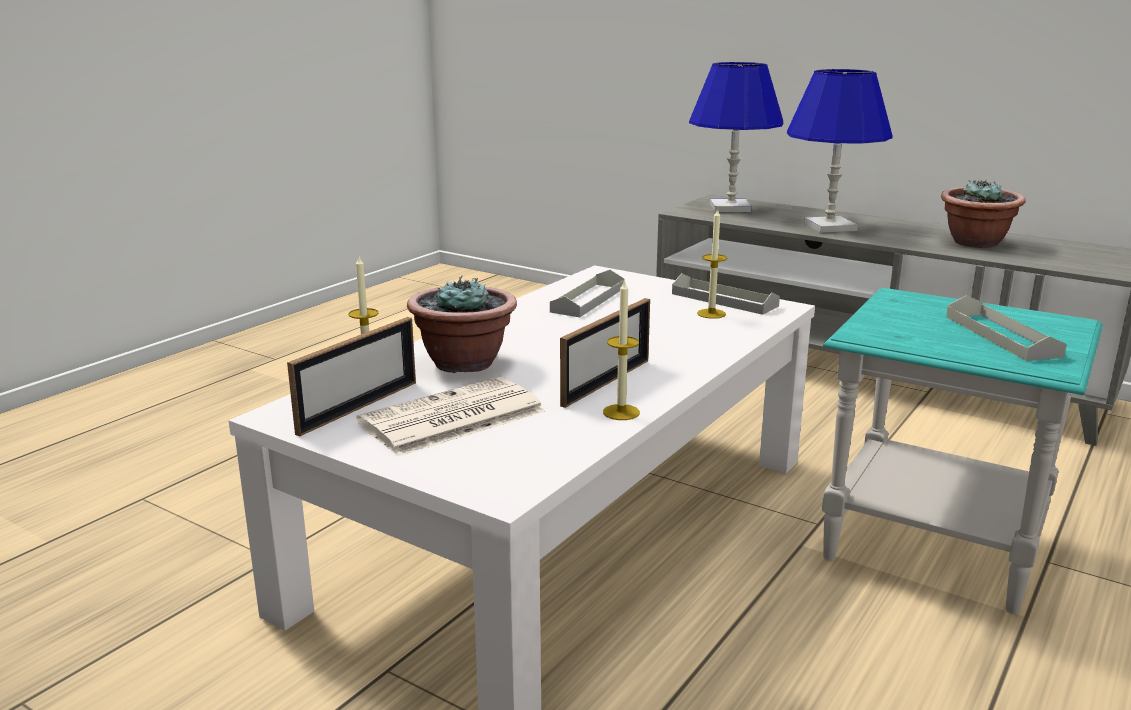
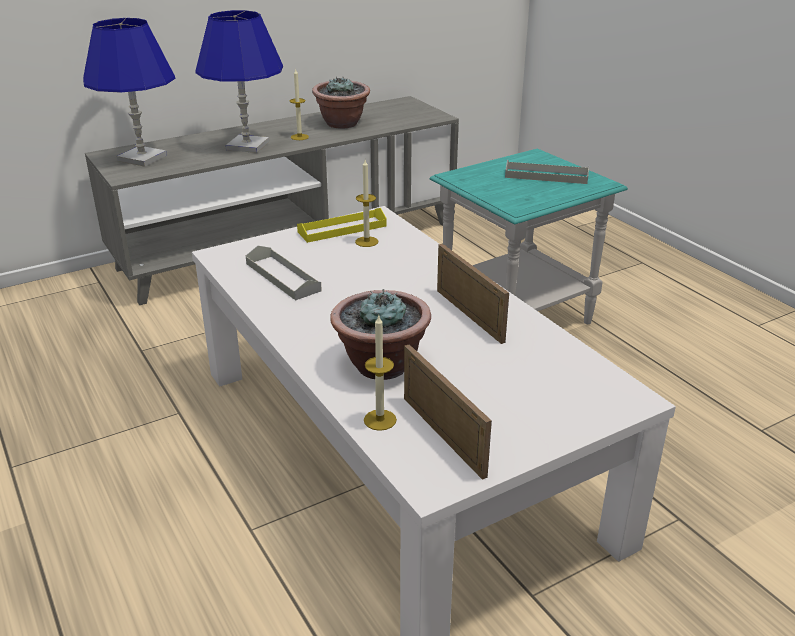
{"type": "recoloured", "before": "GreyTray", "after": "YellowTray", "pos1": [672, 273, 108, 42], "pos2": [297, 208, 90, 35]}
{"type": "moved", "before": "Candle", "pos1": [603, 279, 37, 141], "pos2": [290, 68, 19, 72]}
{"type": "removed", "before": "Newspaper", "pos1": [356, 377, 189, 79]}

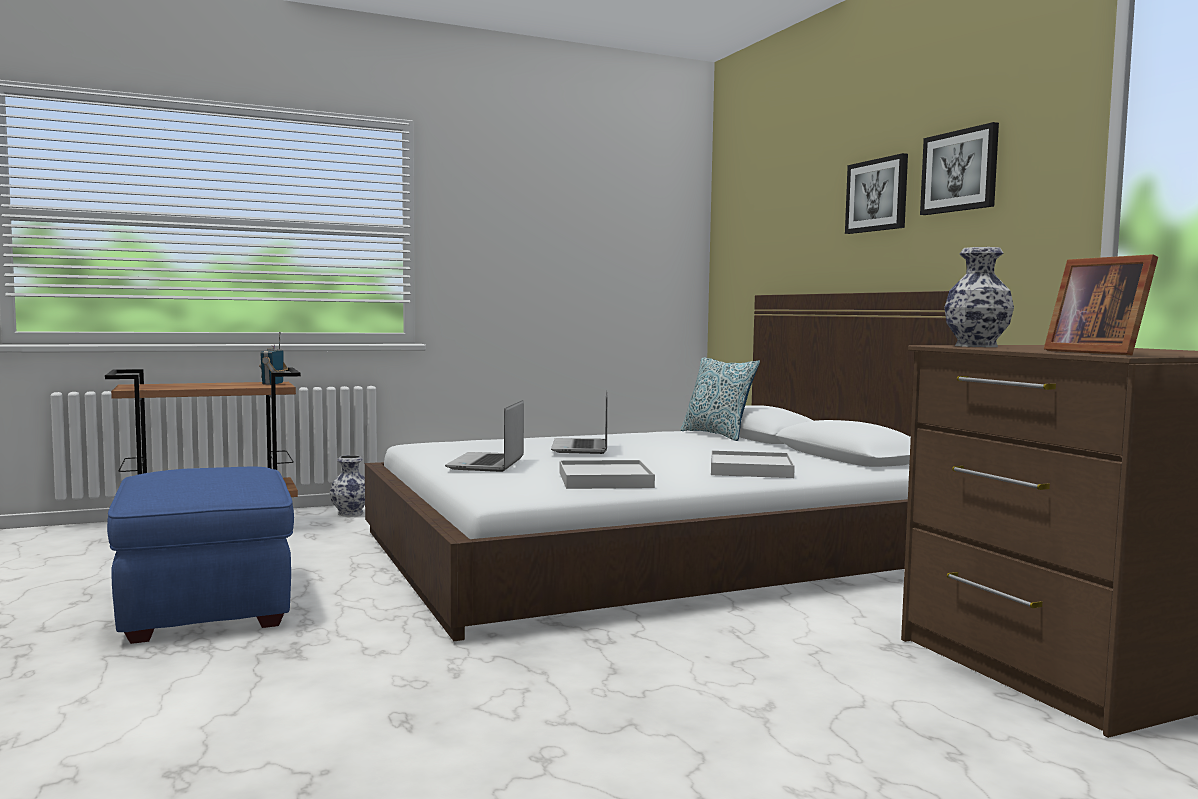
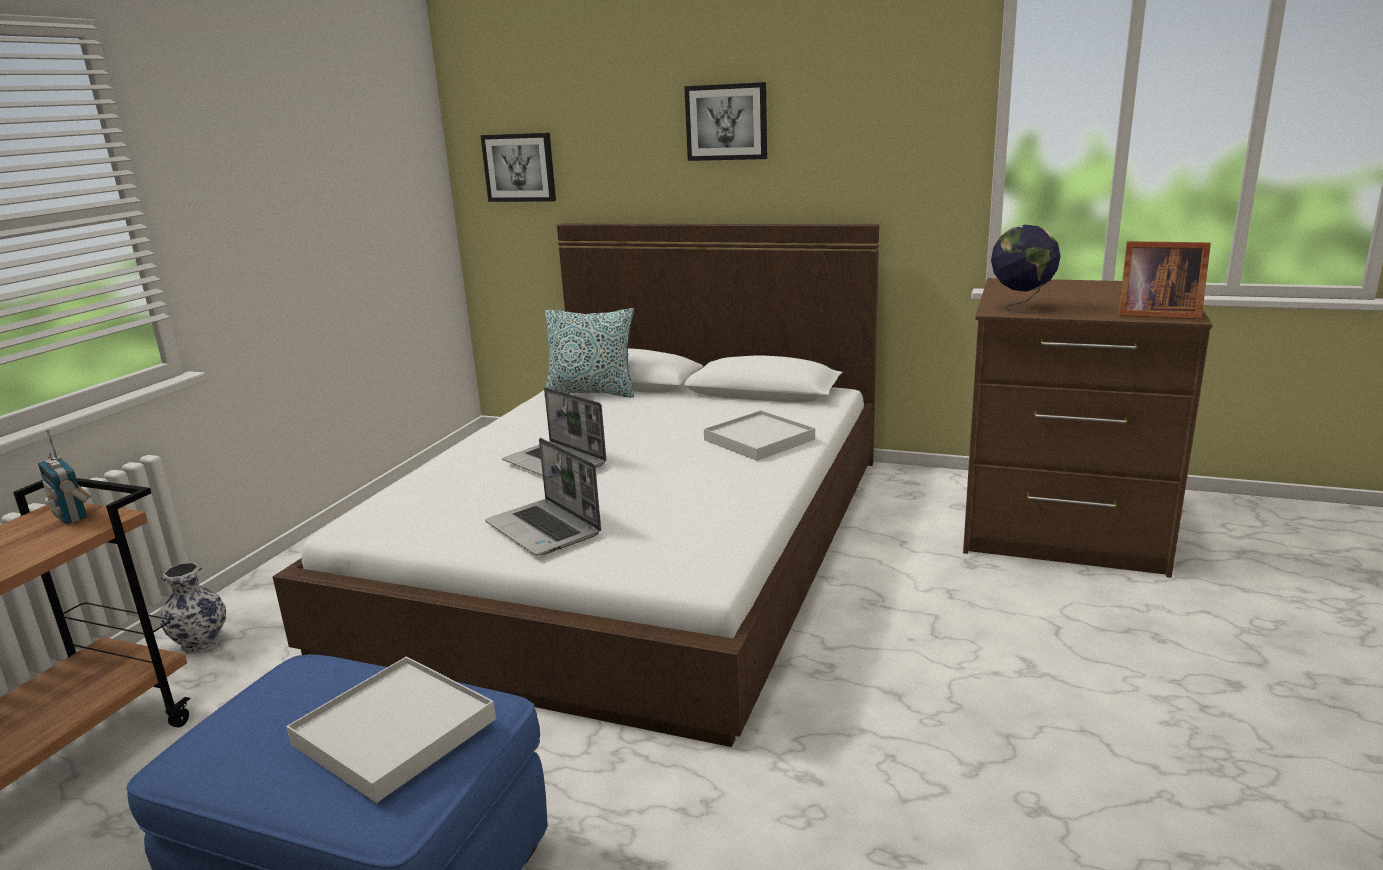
{"type": "moved", "before": "Picture", "pos1": [920, 122, 79, 93], "pos2": [480, 133, 76, 69]}
{"type": "replaced", "before": "Vase", "after": "Globe", "pos1": [944, 247, 70, 100], "pos2": [991, 225, 70, 89]}
{"type": "moved", "before": "WhiteTray", "pos1": [560, 460, 95, 29], "pos2": [286, 656, 210, 147]}

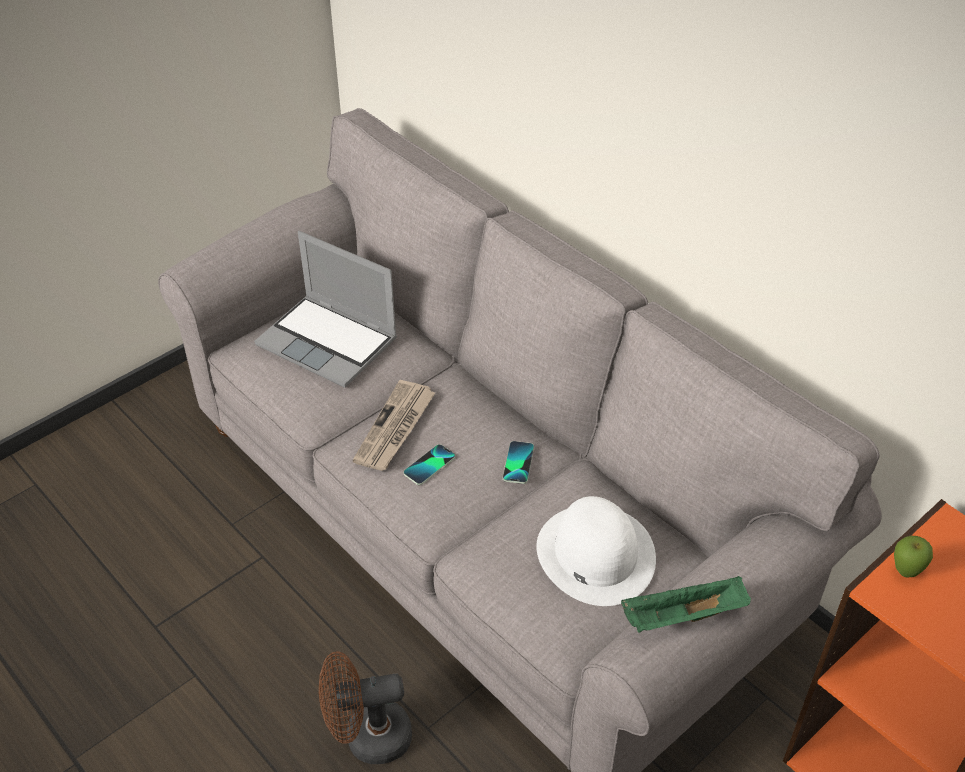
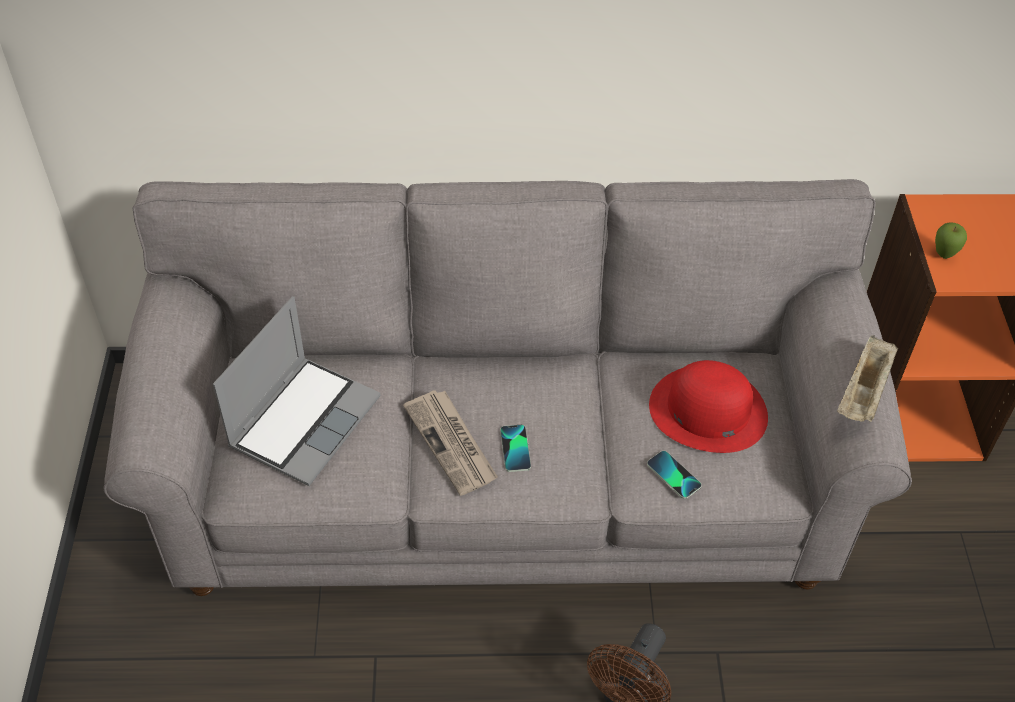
{"type": "turned", "before": "Laptop", "pos1": [254, 231, 143, 157], "pos2": [213, 296, 167, 190], "turn": -45}
{"type": "moved", "before": "Phone", "pos1": [503, 441, 31, 43], "pos2": [647, 451, 55, 48]}
{"type": "recoloured", "before": "WhiteHat", "after": "RedHat", "pos1": [536, 496, 120, 110], "pos2": [649, 360, 119, 93]}
{"type": "recoloured", "before": "GreenTray", "after": "BeigeTray", "pos1": [621, 576, 130, 57], "pos2": [837, 335, 61, 87]}

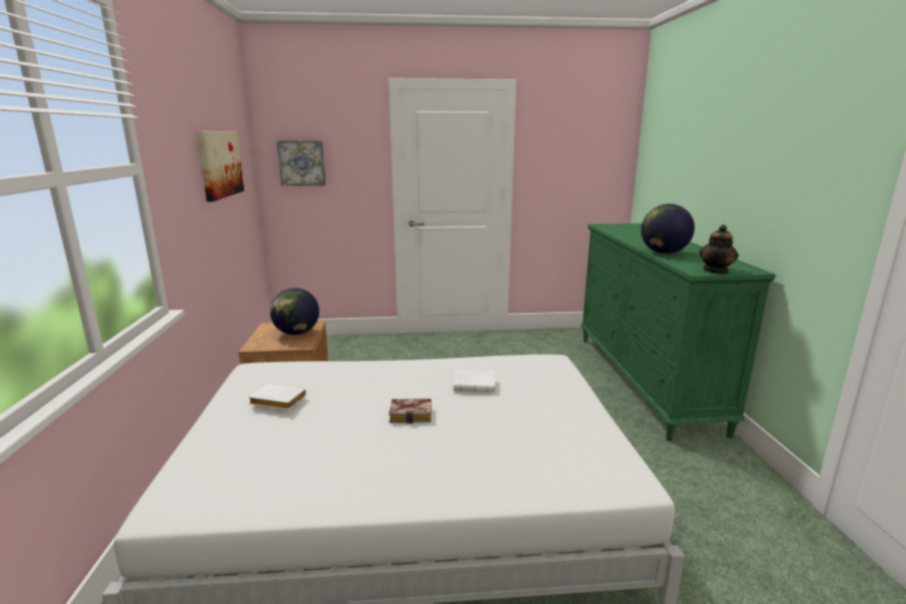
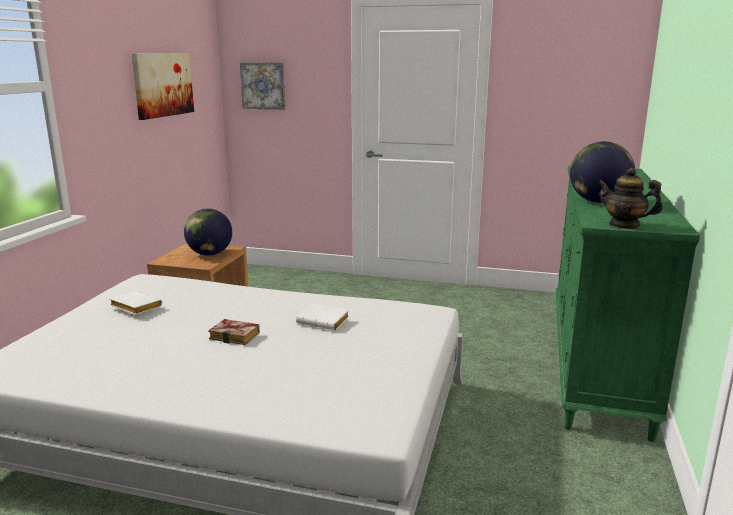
{"type": "turned", "before": "Teapot", "pos1": [699, 225, 40, 49], "pos2": [597, 168, 66, 61], "turn": 75}

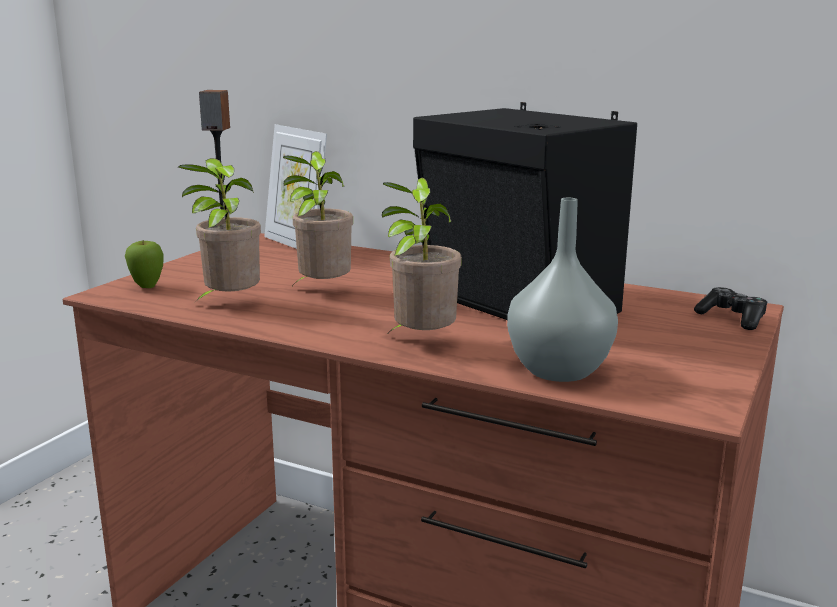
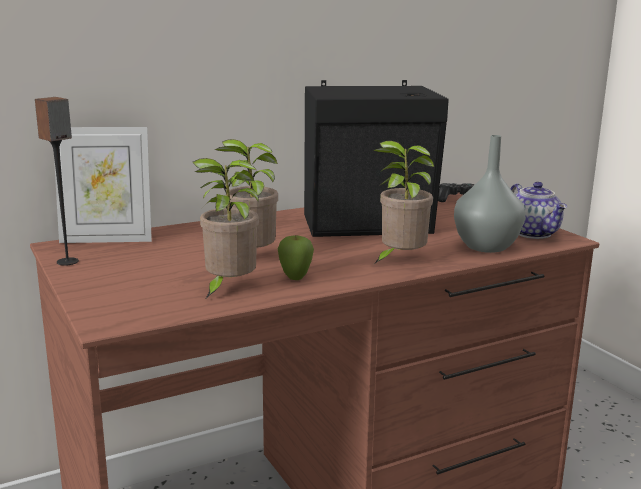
{"type": "moved", "before": "Apple", "pos1": [125, 240, 39, 48], "pos2": [278, 235, 36, 45]}
{"type": "added", "after": "Teapot", "pos2": [510, 182, 57, 57]}

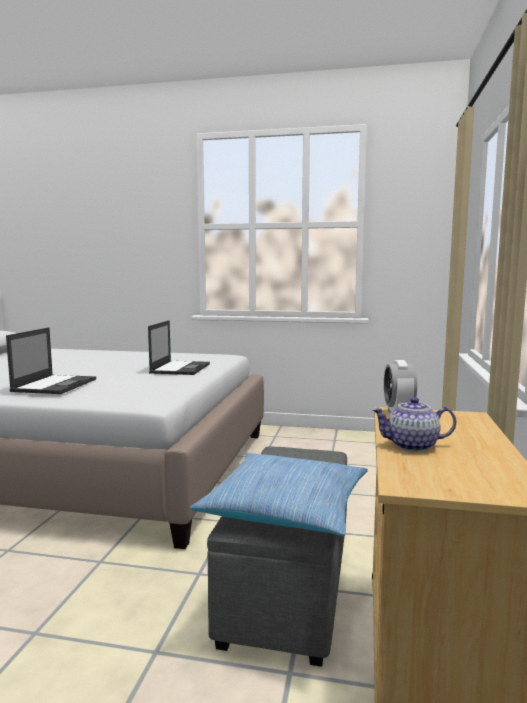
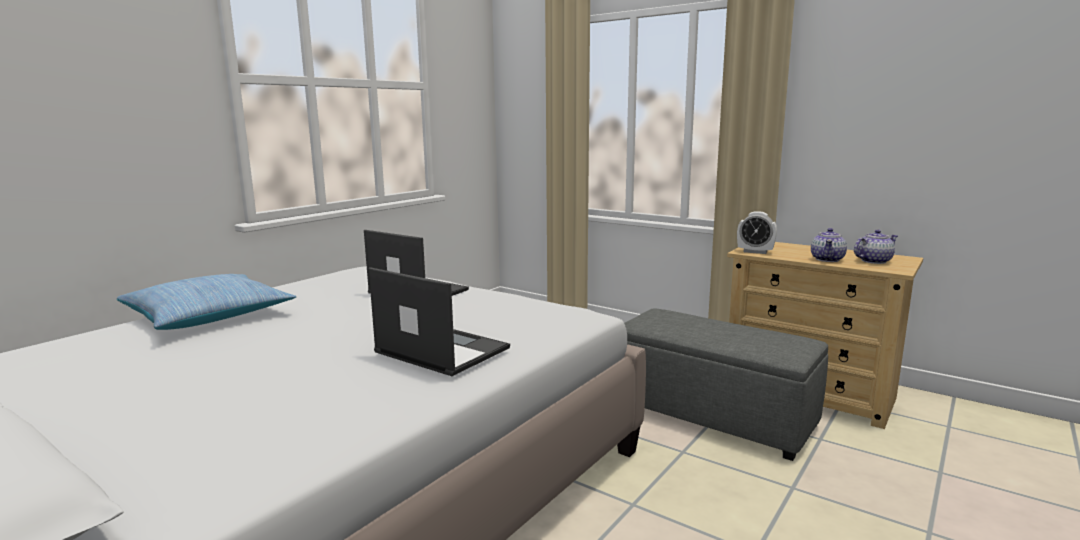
{"type": "moved", "before": "Pillow", "pos1": [190, 453, 178, 83], "pos2": [117, 274, 179, 56]}
{"type": "added", "after": "Teapot", "pos2": [854, 229, 44, 35]}

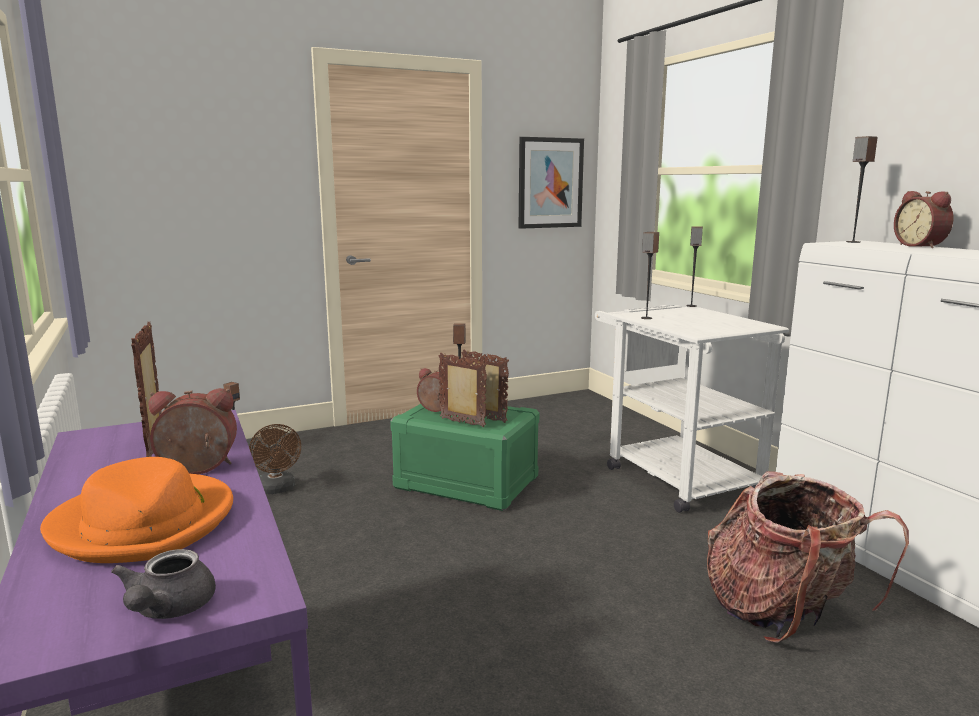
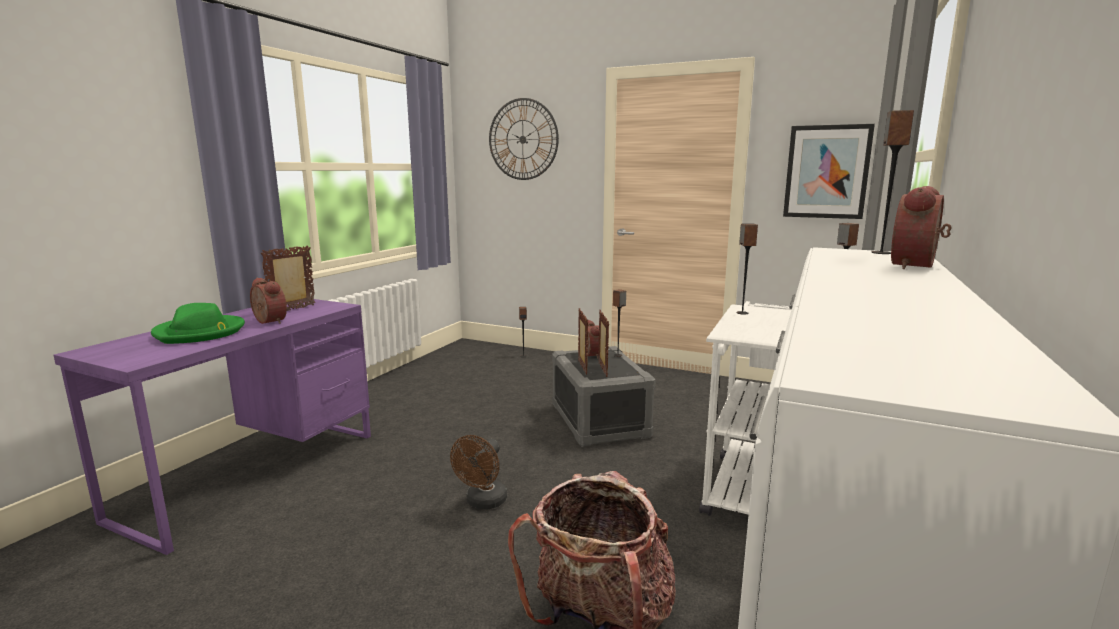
{"type": "recoloured", "before": "GreenStorageBox", "after": "GreyStorageBox", "pos1": [390, 404, 149, 107], "pos2": [552, 346, 104, 101]}
{"type": "moved", "before": "BrownFan", "pos1": [249, 424, 52, 70], "pos2": [450, 435, 57, 74]}
{"type": "recoloured", "before": "OrangeHat", "after": "GreenHat", "pos1": [40, 457, 193, 106], "pos2": [151, 303, 94, 41]}
{"type": "removed", "before": "GreyTeapot", "pos1": [111, 549, 105, 70]}
{"type": "added", "after": "WallClock", "pos2": [489, 98, 70, 82]}

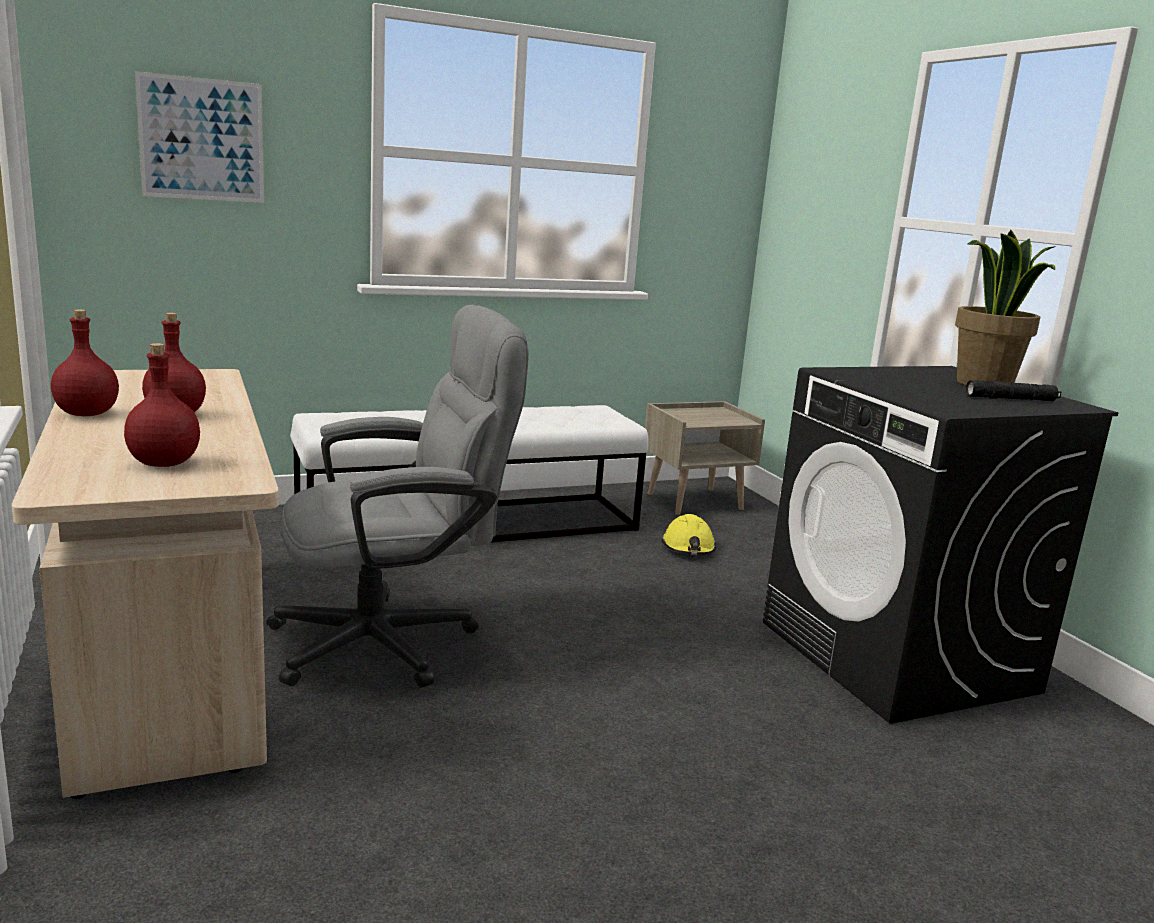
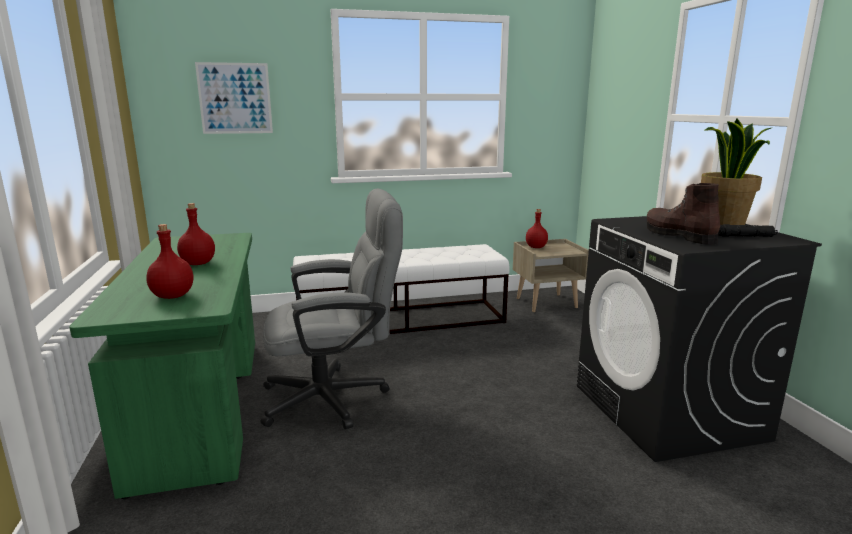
{"type": "moved", "before": "RedBottle", "pos1": [51, 309, 68, 107], "pos2": [526, 209, 22, 39]}
{"type": "recoloured", "before": "BeigeDesk", "after": "GreenDesk", "pos1": [12, 369, 267, 430], "pos2": [69, 233, 186, 266]}
{"type": "removed", "before": "YellowHardHat", "pos1": [661, 514, 55, 41]}
{"type": "added", "after": "BrownBoot", "pos2": [647, 183, 73, 62]}

